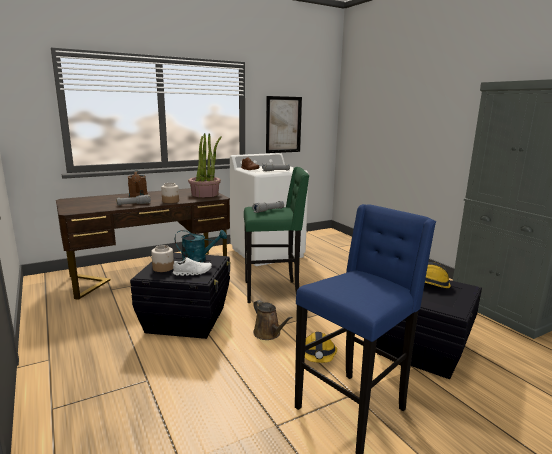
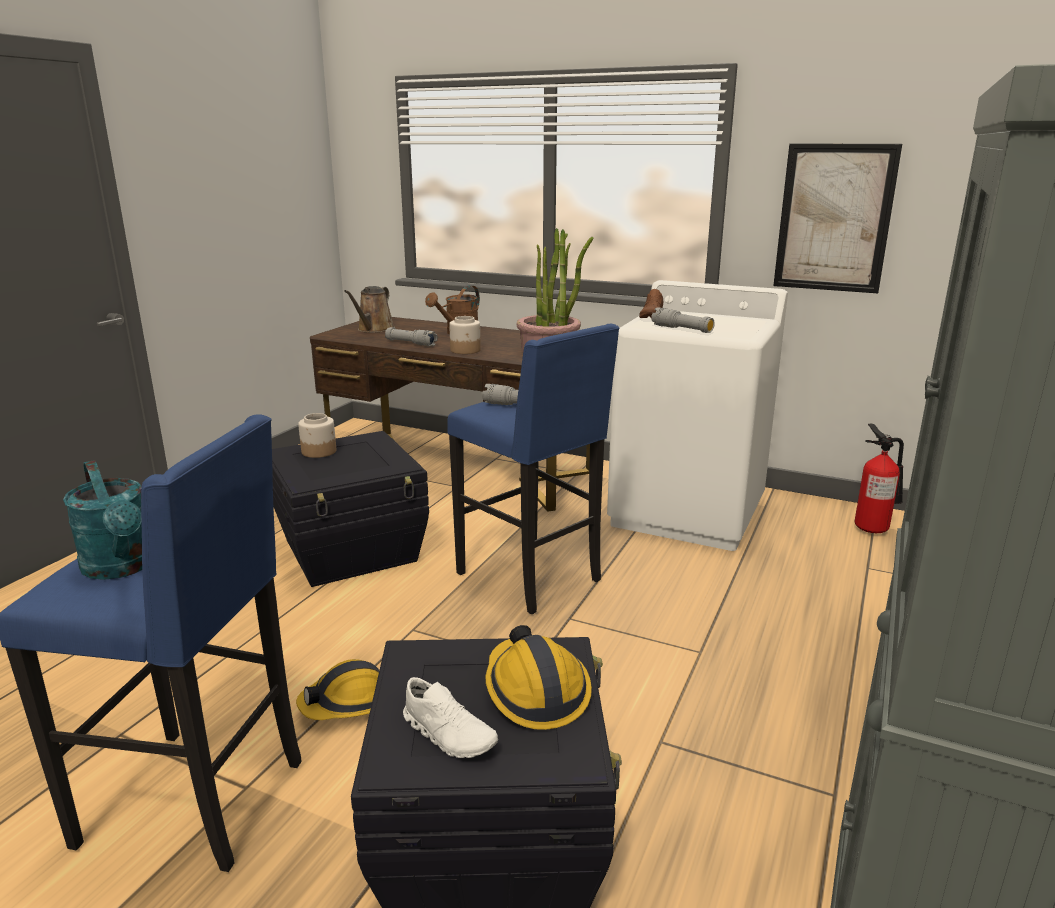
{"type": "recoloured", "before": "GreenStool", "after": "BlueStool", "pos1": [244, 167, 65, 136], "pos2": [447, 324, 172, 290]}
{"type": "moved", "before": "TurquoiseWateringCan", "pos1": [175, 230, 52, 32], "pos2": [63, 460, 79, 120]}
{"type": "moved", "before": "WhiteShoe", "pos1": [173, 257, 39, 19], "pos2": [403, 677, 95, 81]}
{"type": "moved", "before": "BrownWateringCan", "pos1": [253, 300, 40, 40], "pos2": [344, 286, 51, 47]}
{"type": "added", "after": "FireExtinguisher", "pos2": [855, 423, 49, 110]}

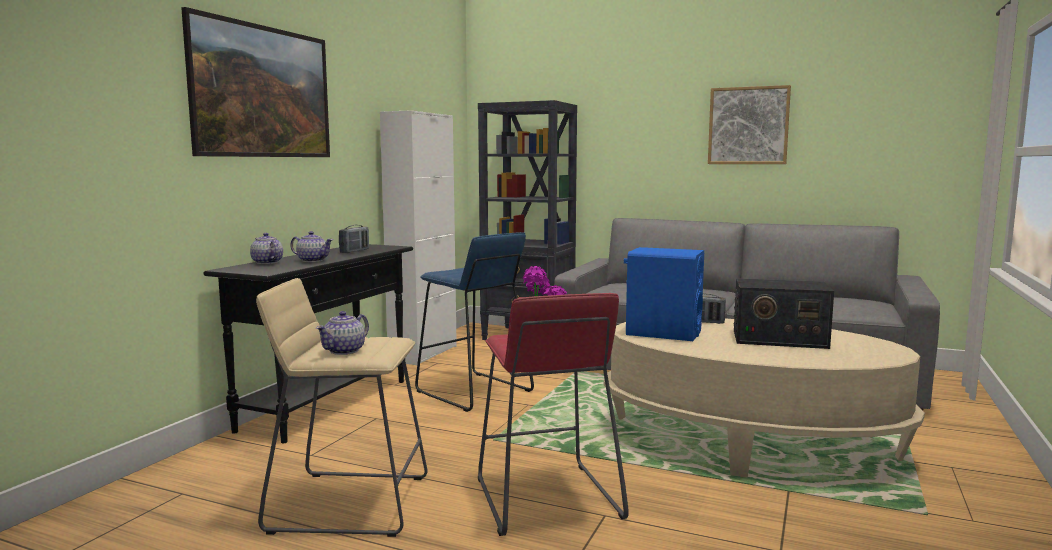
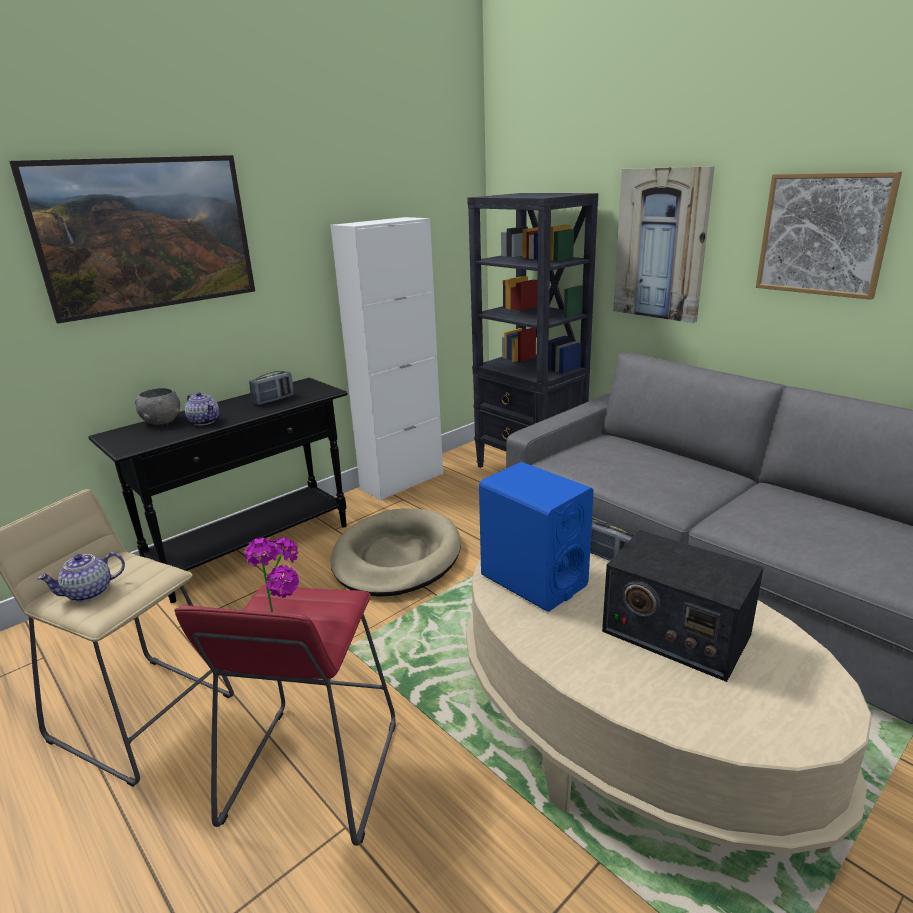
{"type": "replaced", "before": "BlueStool", "after": "BeigeDogBed", "pos1": [415, 232, 119, 180], "pos2": [331, 508, 130, 89]}
{"type": "replaced", "before": "Teapot", "after": "GreyBowl", "pos1": [250, 233, 33, 31], "pos2": [135, 388, 45, 37]}
{"type": "added", "after": "Picture", "pos2": [613, 166, 102, 157]}

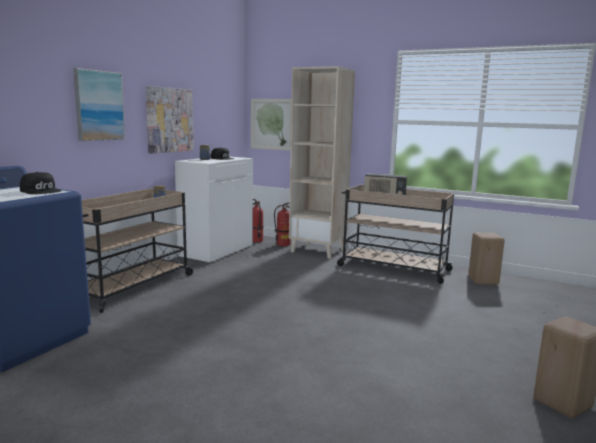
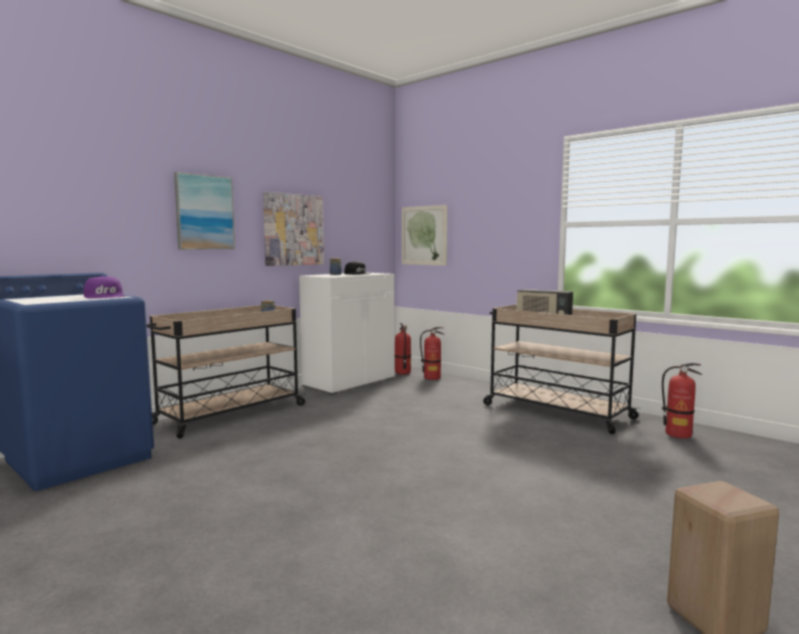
{"type": "removed", "before": "BeigeBookcase", "pos1": [289, 66, 66, 193]}
{"type": "recoloured", "before": "BlackCap", "after": "PurpleCap", "pos1": [20, 172, 42, 22], "pos2": [83, 276, 42, 23]}
{"type": "replaced", "before": "BeigeStool", "after": "FireExtinguisher", "pos1": [468, 232, 37, 53], "pos2": [662, 363, 40, 76]}

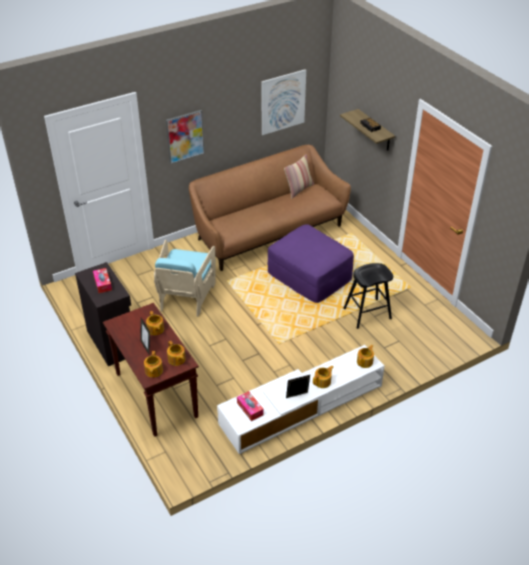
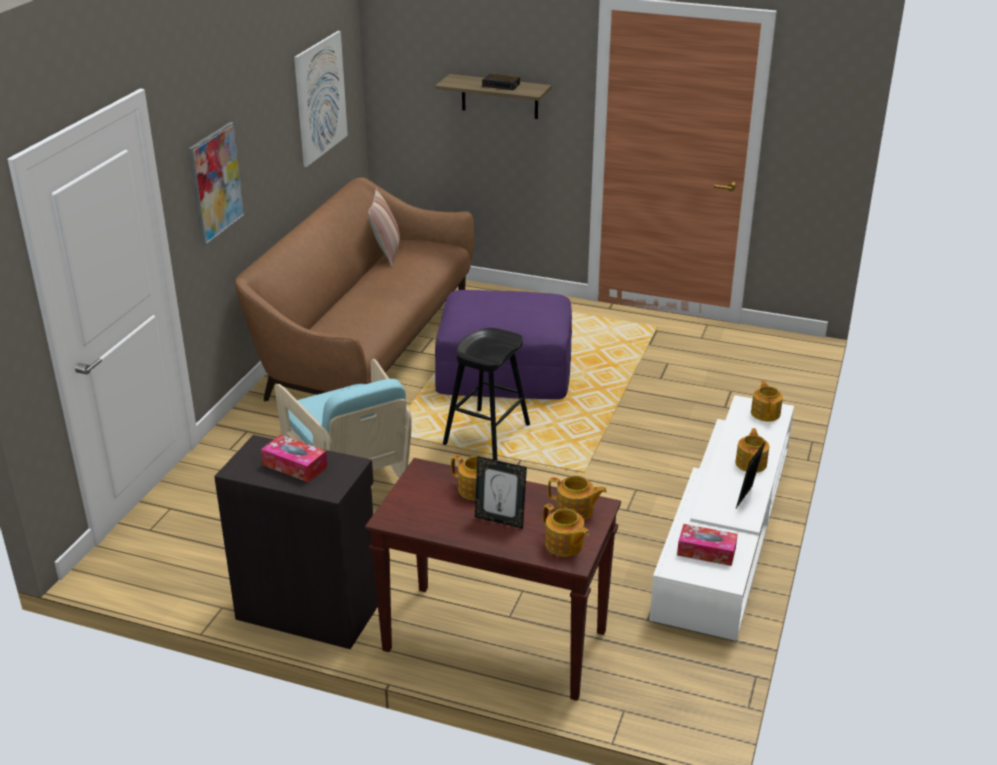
{"type": "moved", "before": "BlackStool", "pos1": [343, 263, 50, 66], "pos2": [443, 328, 87, 132]}

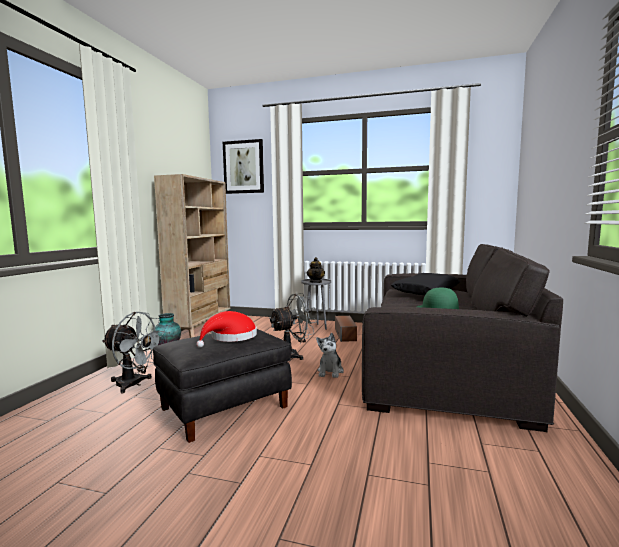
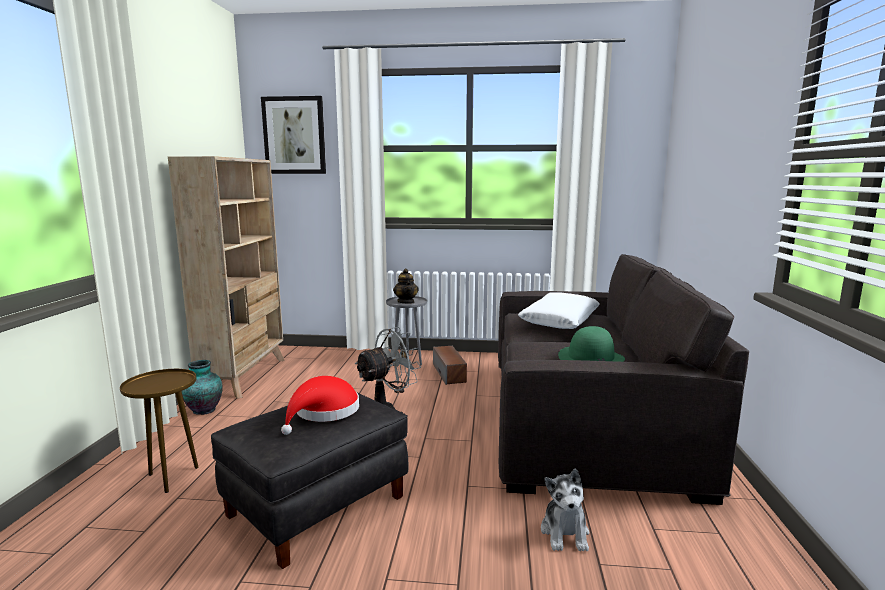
{"type": "recoloured", "before": "BlackPillow", "after": "WhitePillow", "pos1": [391, 273, 69, 22], "pos2": [518, 292, 82, 37]}
{"type": "replaced", "before": "GreyFan", "after": "BrownSideTable", "pos1": [102, 312, 63, 81], "pos2": [120, 369, 79, 124]}
{"type": "moved", "before": "PlushToy", "pos1": [316, 333, 28, 45], "pos2": [541, 468, 48, 83]}

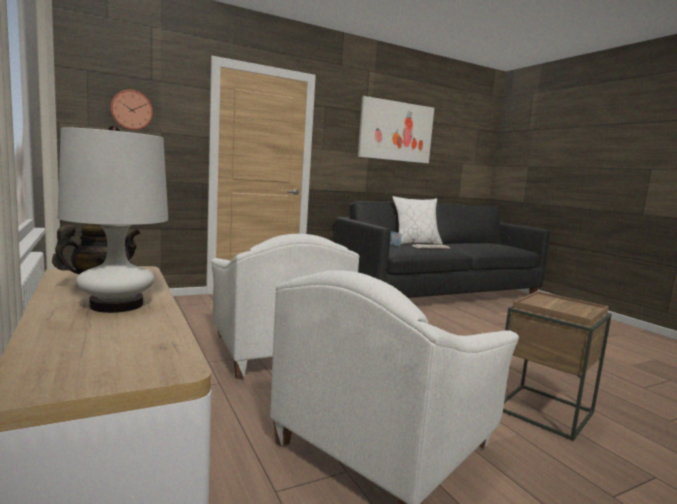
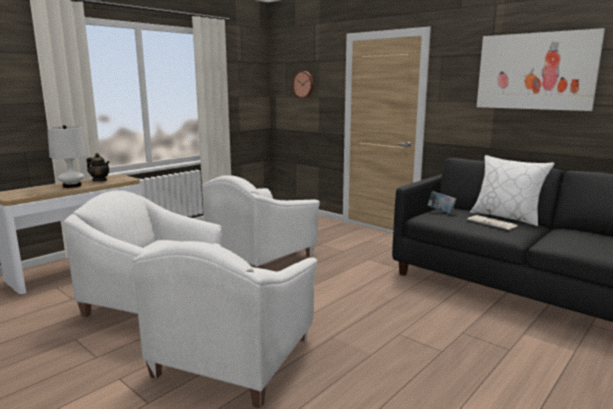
{"type": "replaced", "before": "BrownSideTable", "after": "WhiteArmchair", "pos1": [503, 291, 109, 150], "pos2": [133, 241, 184, 167]}

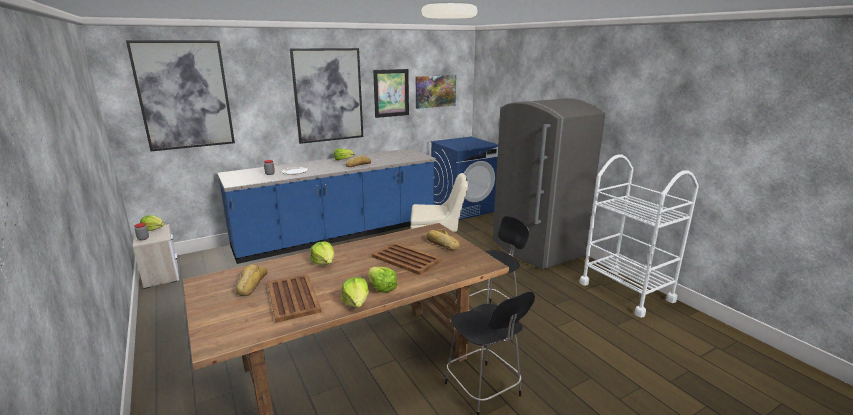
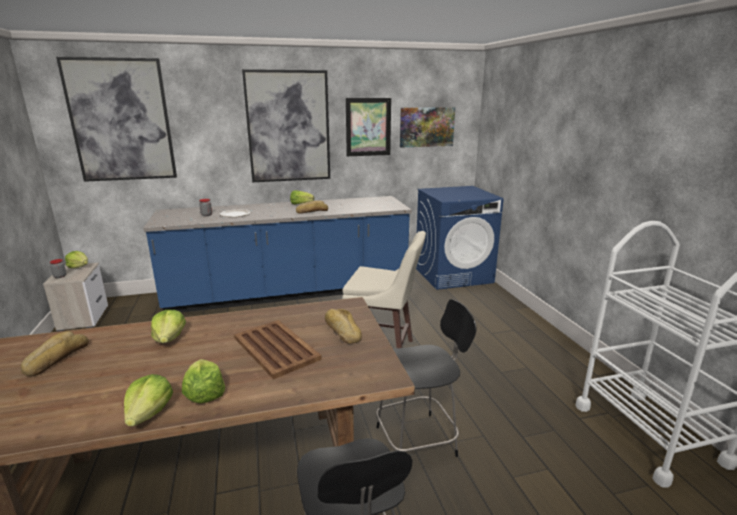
{"type": "removed", "before": "GreyFridge", "pos1": [493, 98, 112, 171]}
{"type": "removed", "before": "BrownTray", "pos1": [268, 274, 54, 49]}

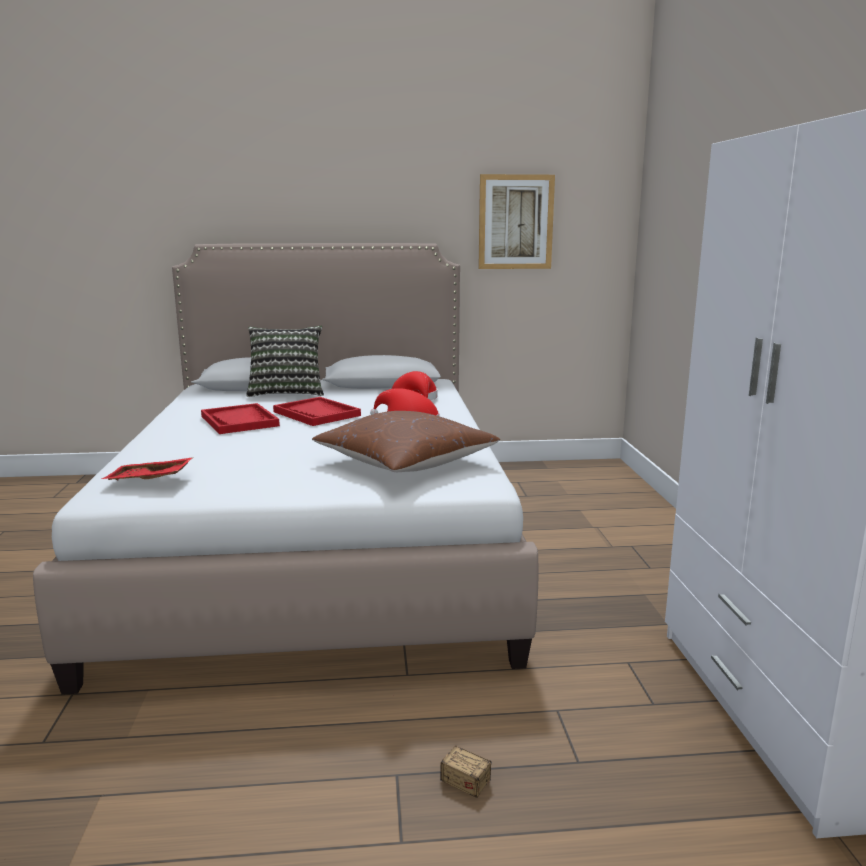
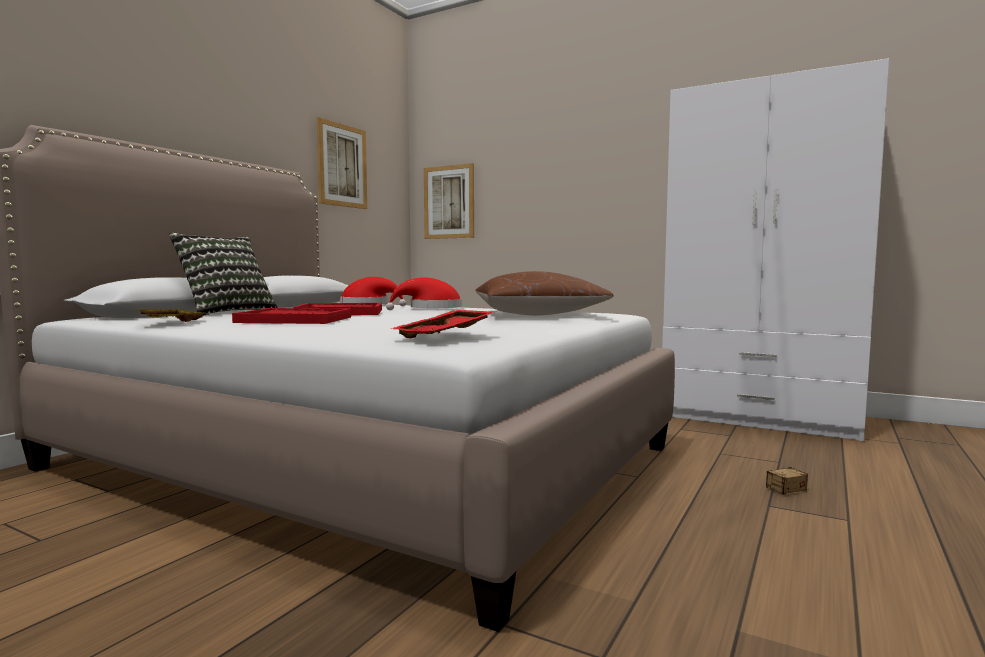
{"type": "added", "after": "Picture", "pos2": [424, 163, 50, 76]}
{"type": "added", "after": "YellowTray", "pos2": [135, 309, 74, 13]}

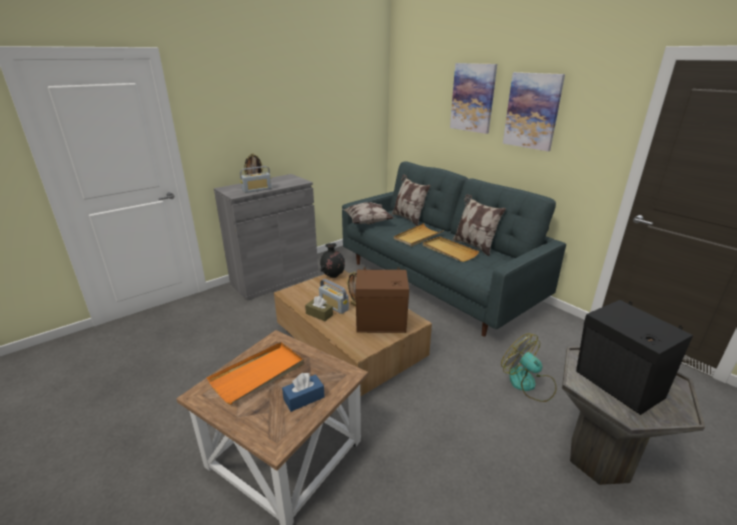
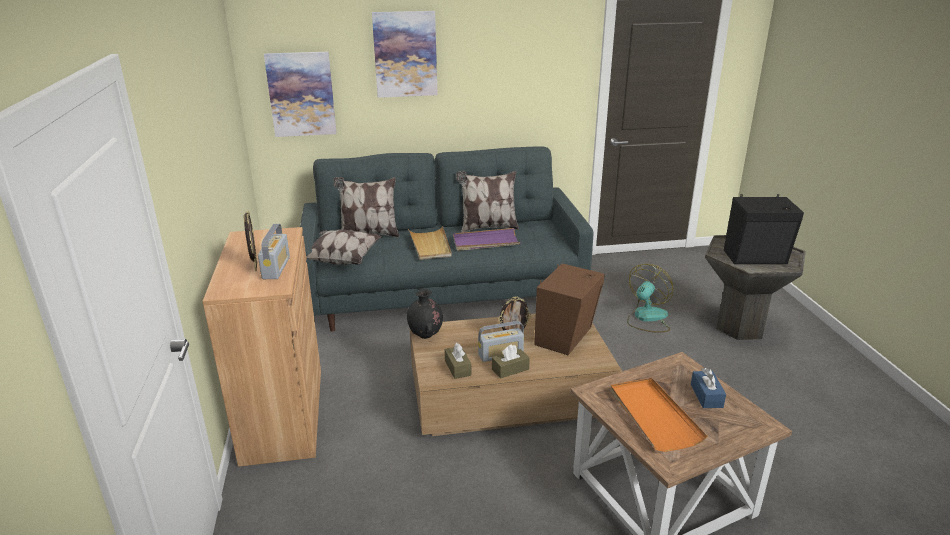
{"type": "moved", "before": "Picture", "pos1": [503, 72, 62, 79], "pos2": [264, 52, 73, 85]}
{"type": "recoloured", "before": "GreyCabinet", "after": "BrownCabinet", "pos1": [214, 174, 104, 127], "pos2": [202, 227, 119, 240]}
{"type": "recoloured", "before": "BeigeTray", "after": "PurpleTray", "pos1": [423, 236, 56, 26], "pos2": [453, 228, 68, 23]}
{"type": "turned", "before": "Fan", "pos1": [501, 333, 56, 69], "pos2": [627, 264, 46, 68], "turn": 135}
{"type": "added", "after": "BrownTissueBox", "pos2": [445, 343, 26, 36]}

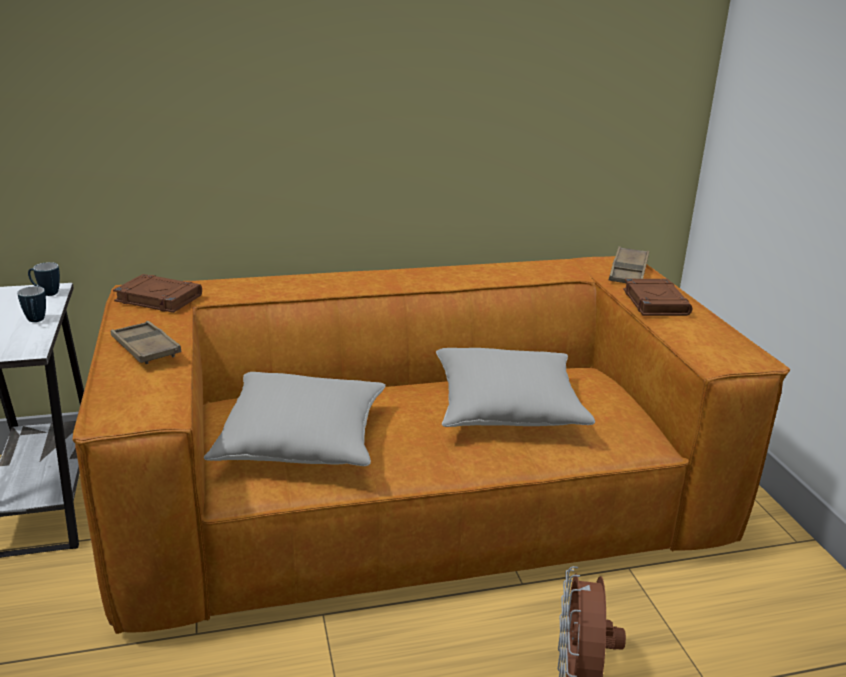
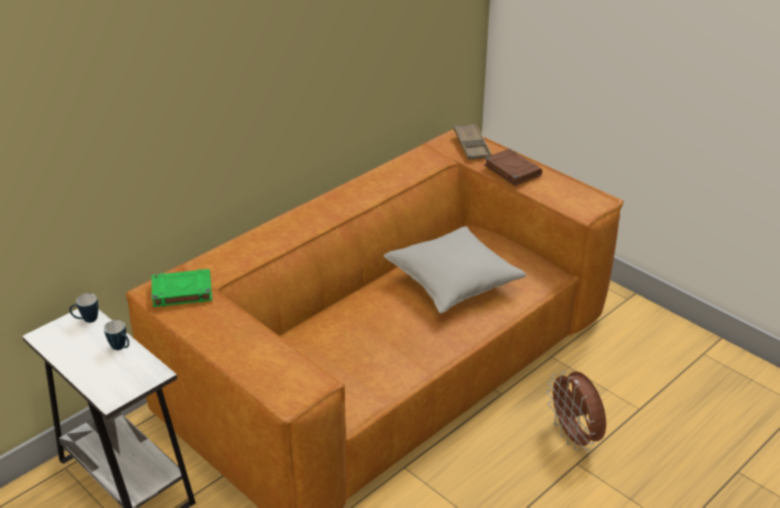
{"type": "recoloured", "before": "BrownBook", "after": "GreenBook", "pos1": [113, 274, 89, 39], "pos2": [152, 269, 60, 38]}
{"type": "removed", "before": "BrownTray", "pos1": [111, 321, 70, 43]}
{"type": "removed", "before": "GreyPillow", "pos1": [204, 372, 182, 94]}

